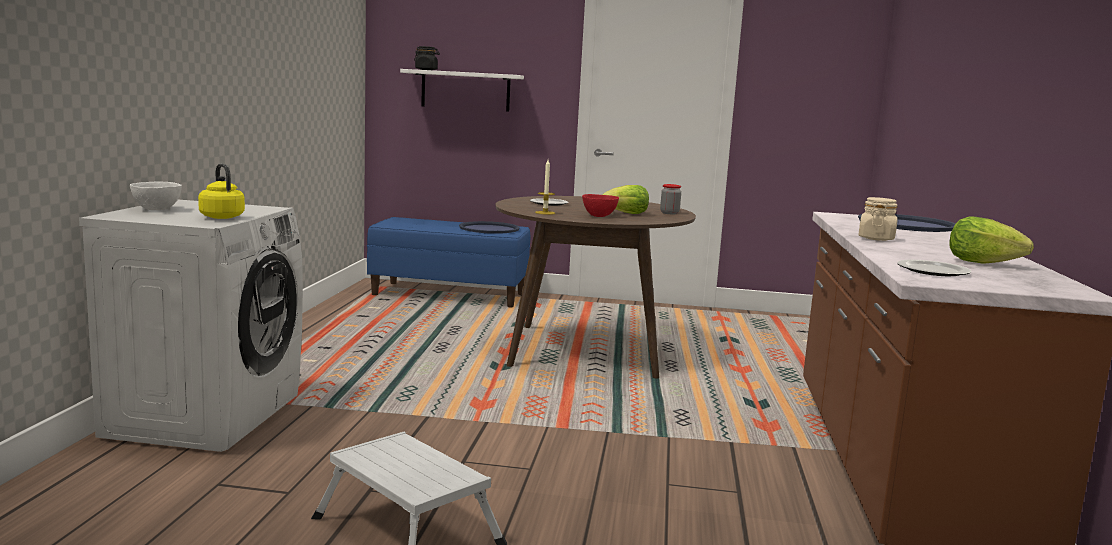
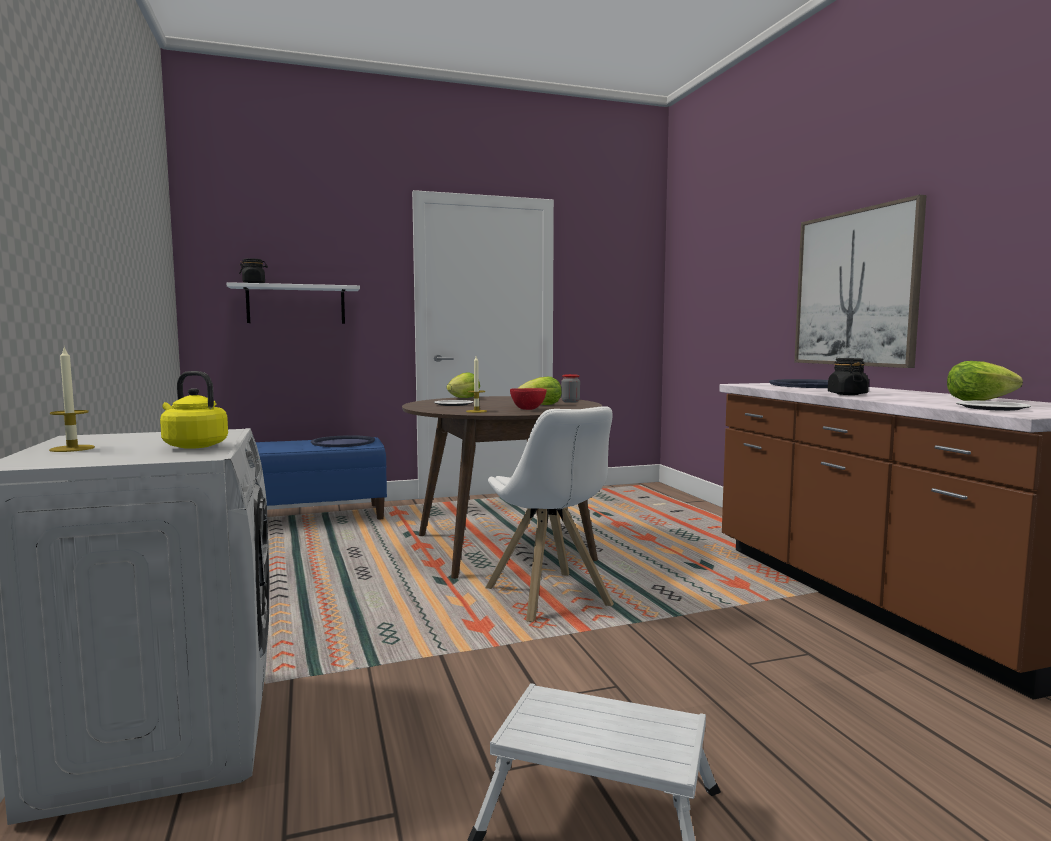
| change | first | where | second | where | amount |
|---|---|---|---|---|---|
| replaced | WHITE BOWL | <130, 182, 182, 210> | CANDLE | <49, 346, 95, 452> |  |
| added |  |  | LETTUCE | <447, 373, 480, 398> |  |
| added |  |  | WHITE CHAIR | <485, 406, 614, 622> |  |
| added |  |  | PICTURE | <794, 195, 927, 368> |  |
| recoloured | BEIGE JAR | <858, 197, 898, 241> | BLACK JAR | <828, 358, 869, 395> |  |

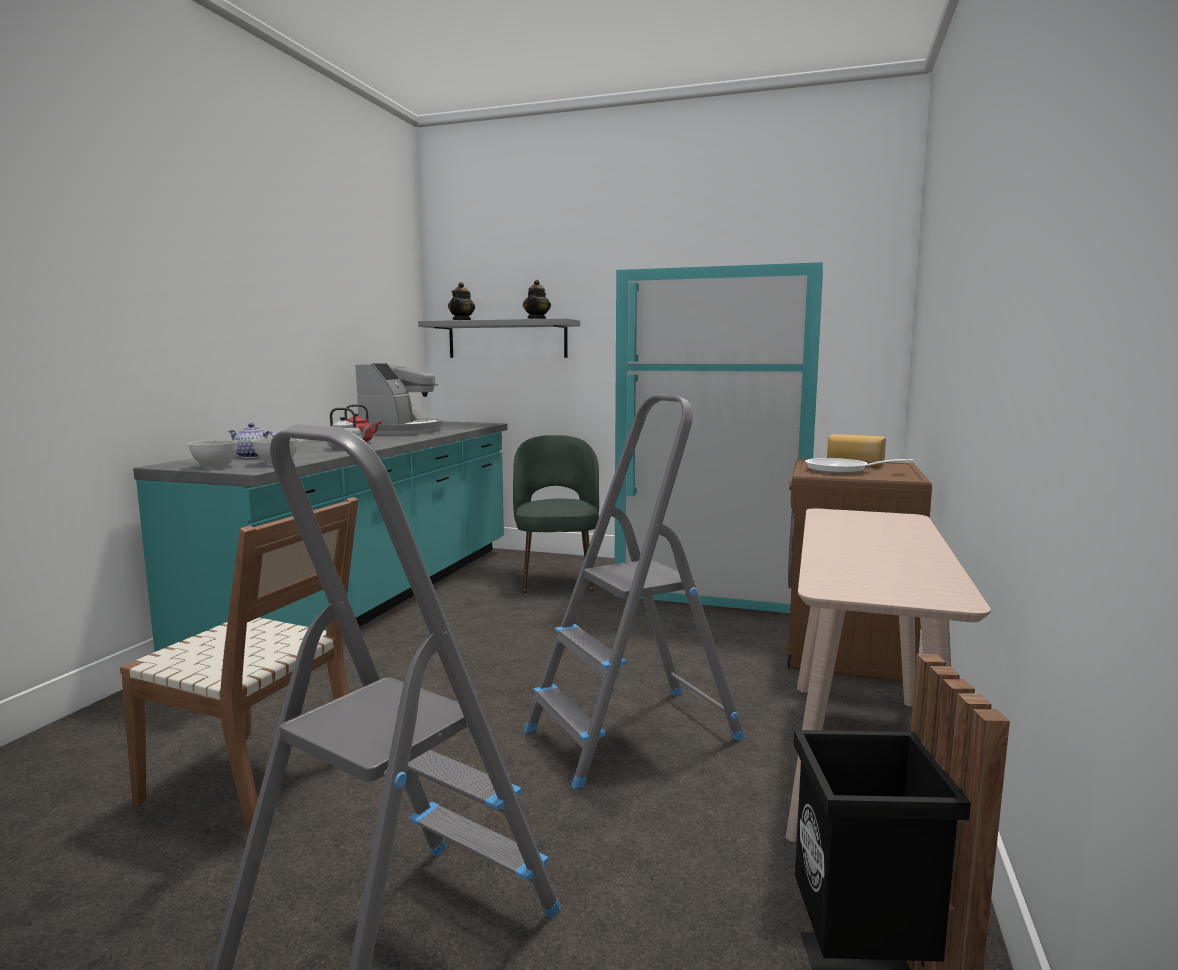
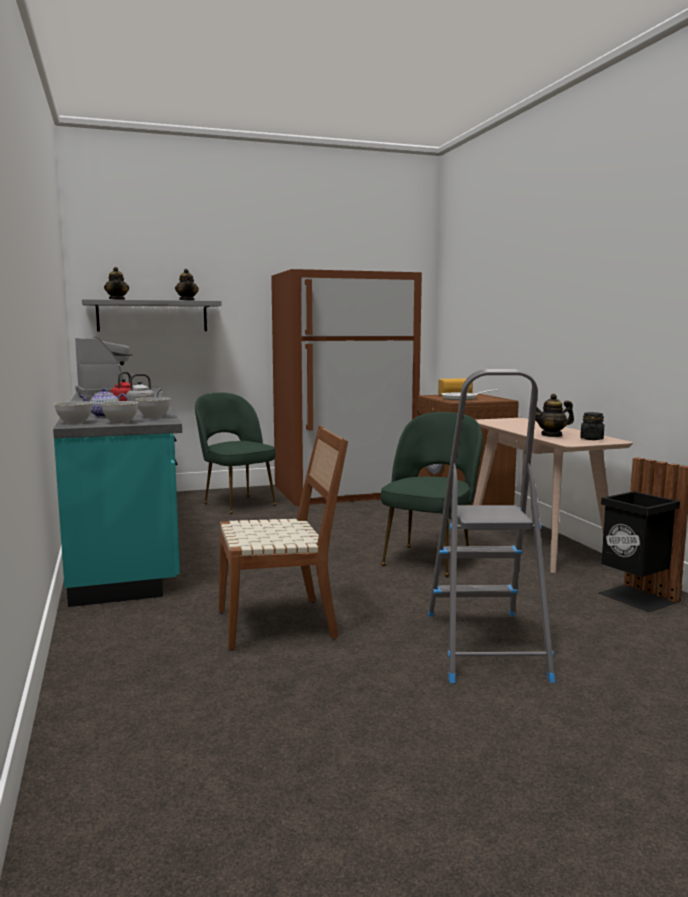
| change | first | where | second | where | amount |
|---|---|---|---|---|---|
| added |  |  | GREY BOWL | <54, 401, 93, 424> |  |
| recoloured | TURQUOISE FRIDGE | <614, 262, 823, 613> | BROWN FRIDGE | <271, 269, 422, 506> |  |
| replaced | GREY STEP LADDER | <524, 394, 745, 789> | GREEN CHAIR | <381, 412, 483, 577> |  |
| added |  |  | TEAPOT | <535, 394, 574, 437> |  |
| added |  |  | BLACK JAR | <580, 412, 604, 440> |  |

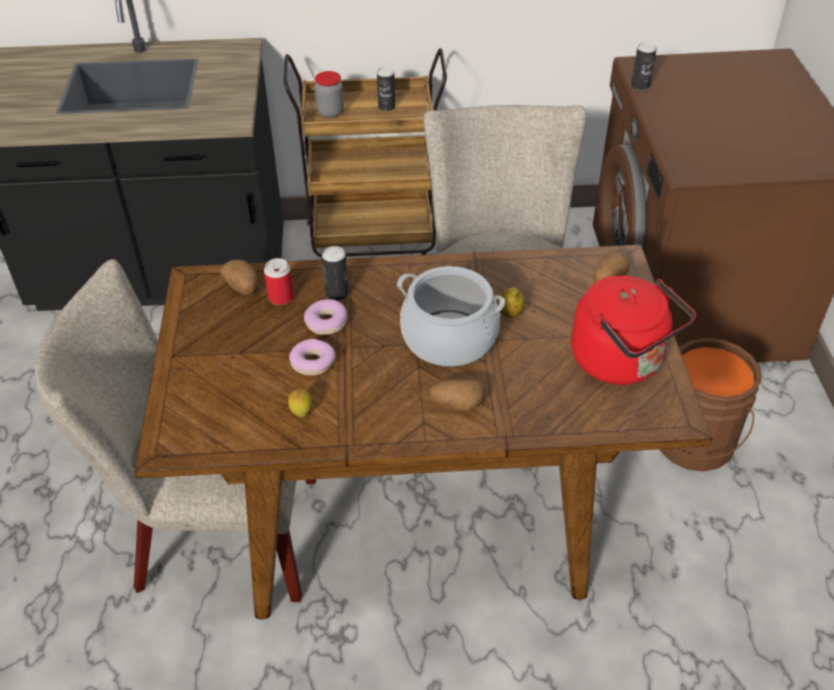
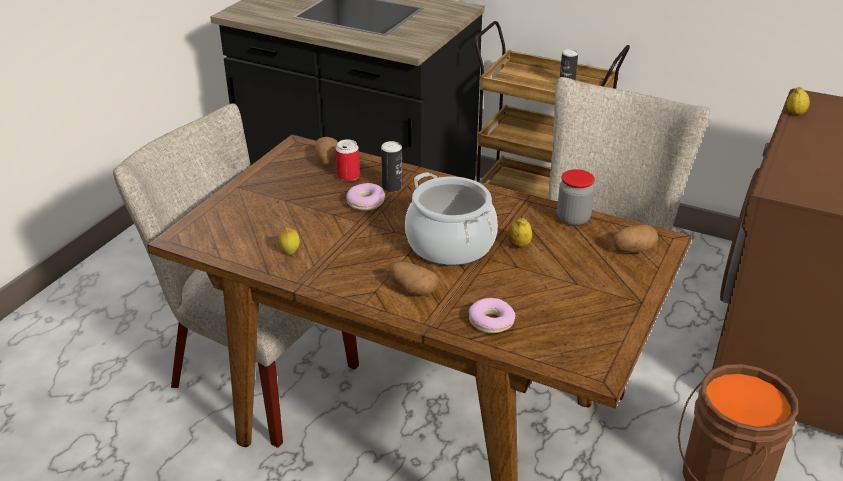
| change | first | where | second | where | amount |
|---|---|---|---|---|---|
| moved | DONUT | <289, 339, 335, 376> |  | <469, 298, 515, 334> |  |
| moved | JAR | <314, 71, 344, 118> |  | <557, 169, 595, 226> |  |
| replaced | CAN | <631, 42, 657, 90> | LEMON | <787, 87, 810, 116> |  |
| removed | RED KETTLE | <571, 276, 696, 385> |  |  |  |

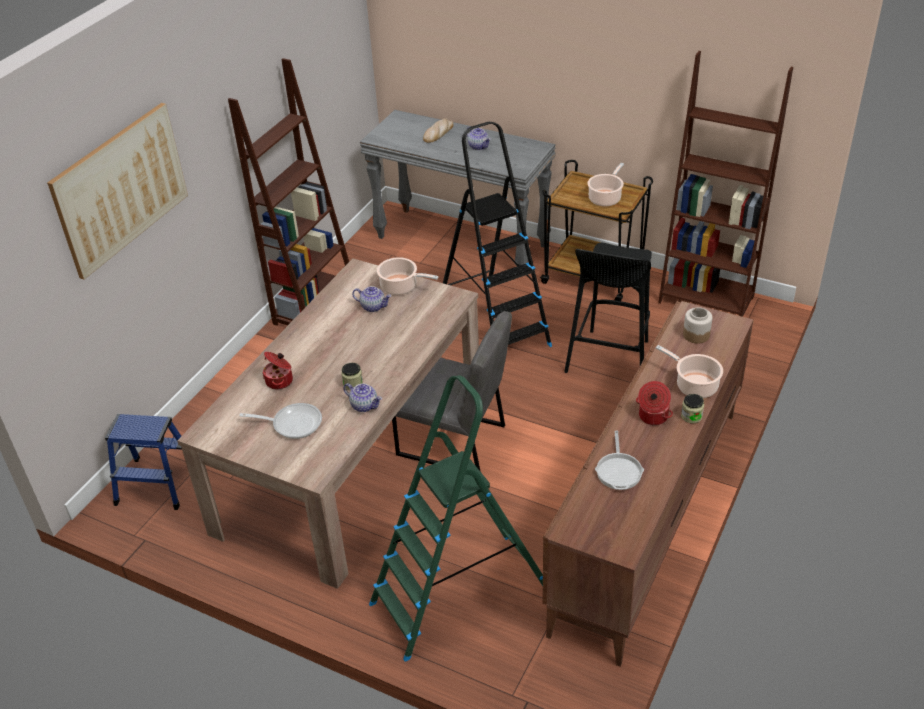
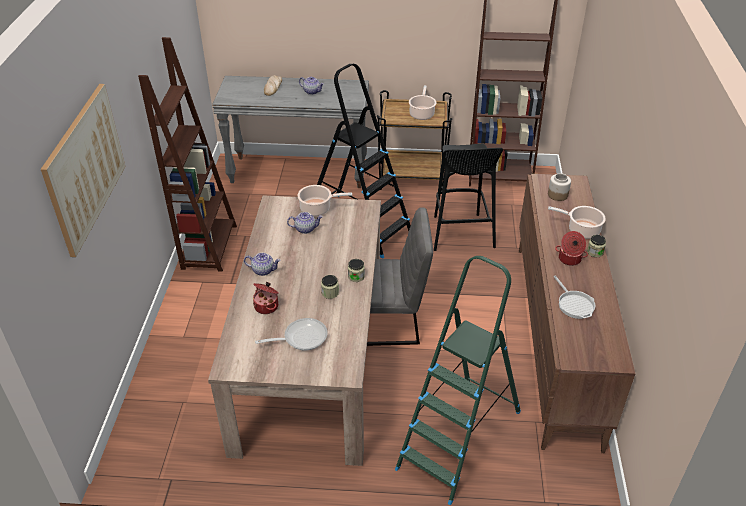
| change | first | where | second | where | amount |
|---|---|---|---|---|---|
| moved | TEAPOT | <343, 383, 382, 412> |  | <244, 253, 281, 276> |  |
| added |  |  | JAR | <348, 259, 365, 282> |  |
| removed | BLUE STEP LADDER | <105, 414, 182, 510> |  |  |  |

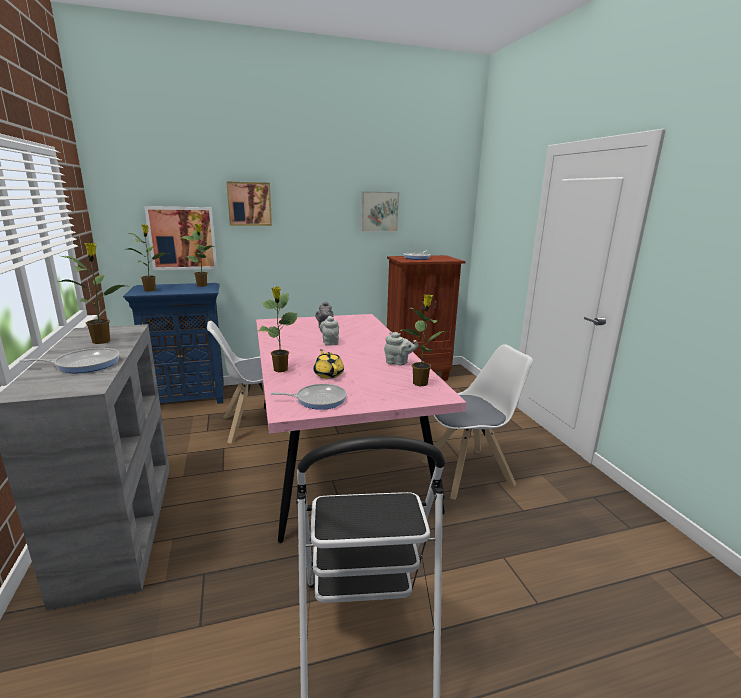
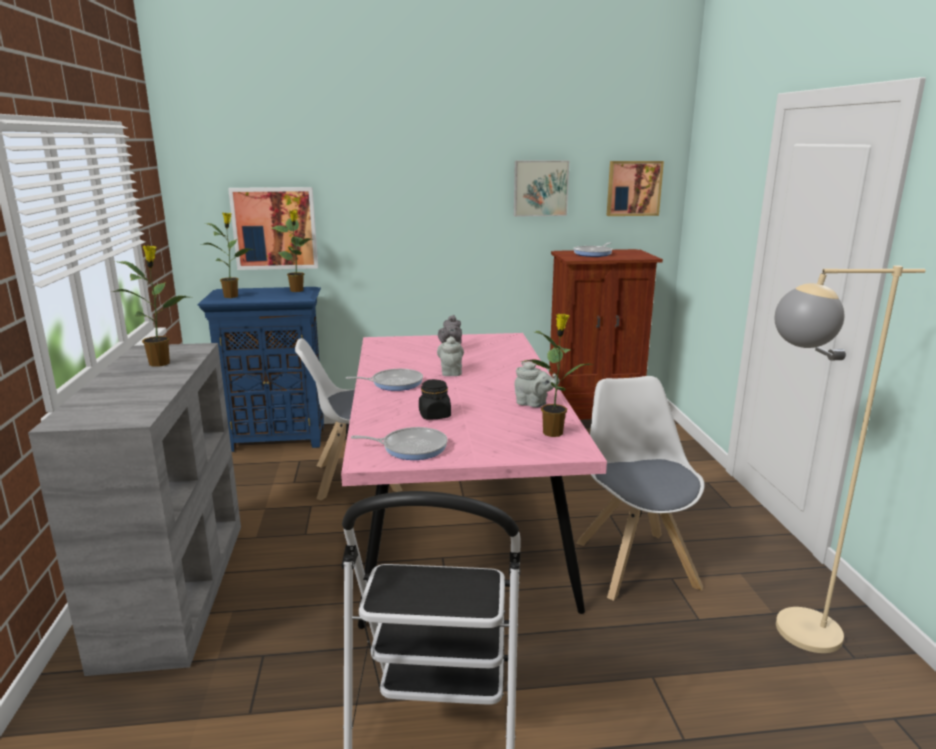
| change | first | where | second | where | amount |
|---|---|---|---|---|---|
| moved | FRYING PAN | <20, 348, 120, 373> |  | <346, 369, 423, 391> |  |
| replaced | YELLOW TEAPOT | <313, 349, 344, 379> | BLACK JAR | <419, 379, 451, 419> |  |
| turned | CHAIR | <421, 344, 533, 500> |  | <576, 376, 705, 601> | 90 degrees counterclockwise |
| moved | PICTURE | <226, 181, 272, 226> |  | <607, 161, 664, 216> |  |
| added |  |  | BEIGE FLOOR LAMP | <775, 265, 926, 653> |  |
| removed | POTTED PLANT | <258, 286, 298, 372> |  |  |  |

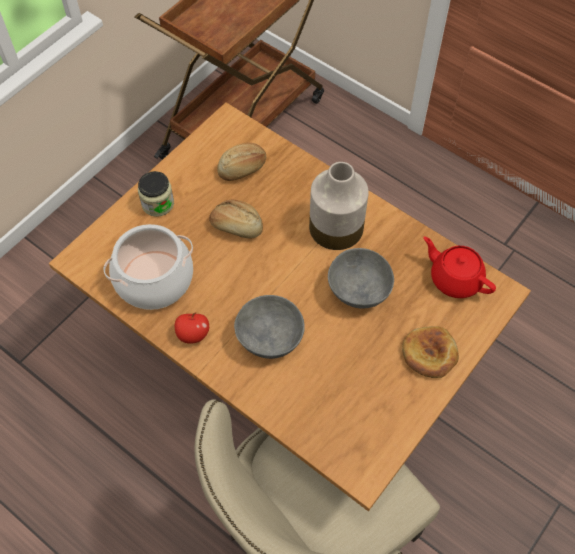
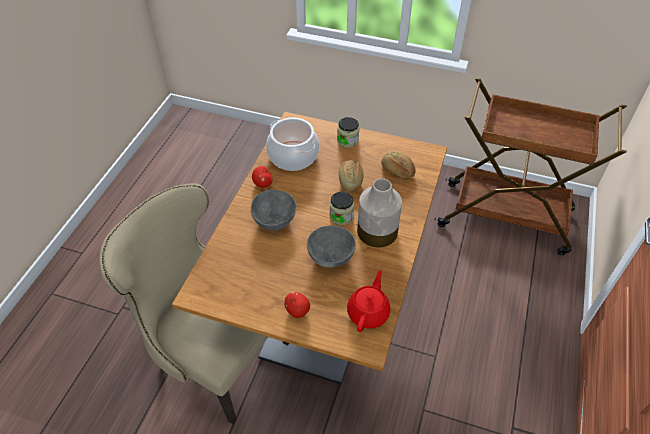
| change | first | where | second | where | amount |
|---|---|---|---|---|---|
| replaced | BREAD | <402, 326, 459, 378> | APPLE | <284, 292, 310, 318> |  |
| added |  |  | JAR | <329, 192, 354, 225> |  |

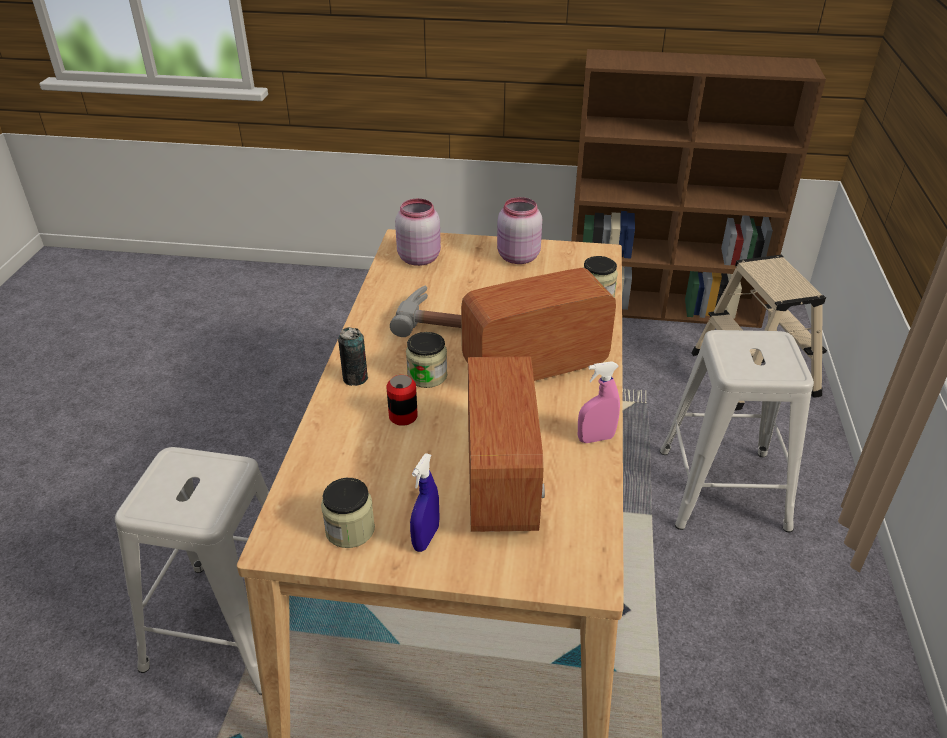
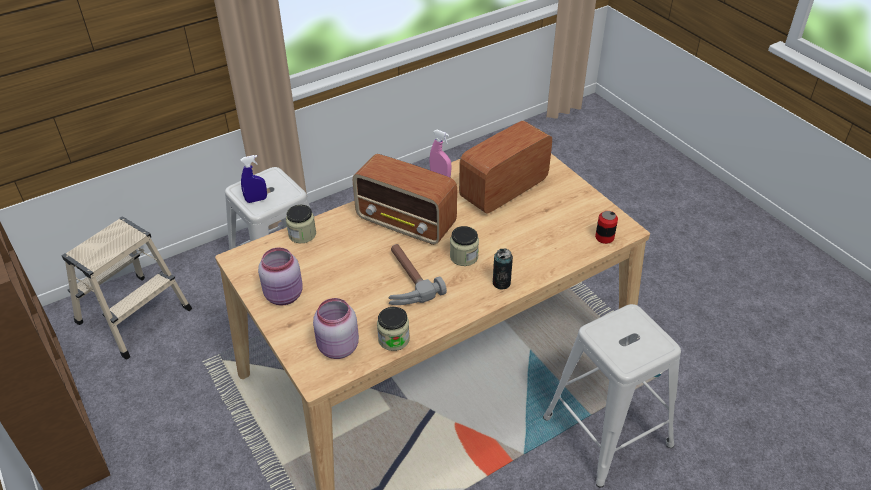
| change | first | where | second | where | amount |
|---|---|---|---|---|---|
| moved | BLUE SPRAY BOTTLE | <410, 453, 440, 552> |  | <241, 155, 267, 203> |  |
| moved | JAR | <321, 478, 375, 548> |  | <377, 307, 410, 351> |  |
| moved | CAN | <386, 375, 418, 426> |  | <595, 211, 618, 244> |  |

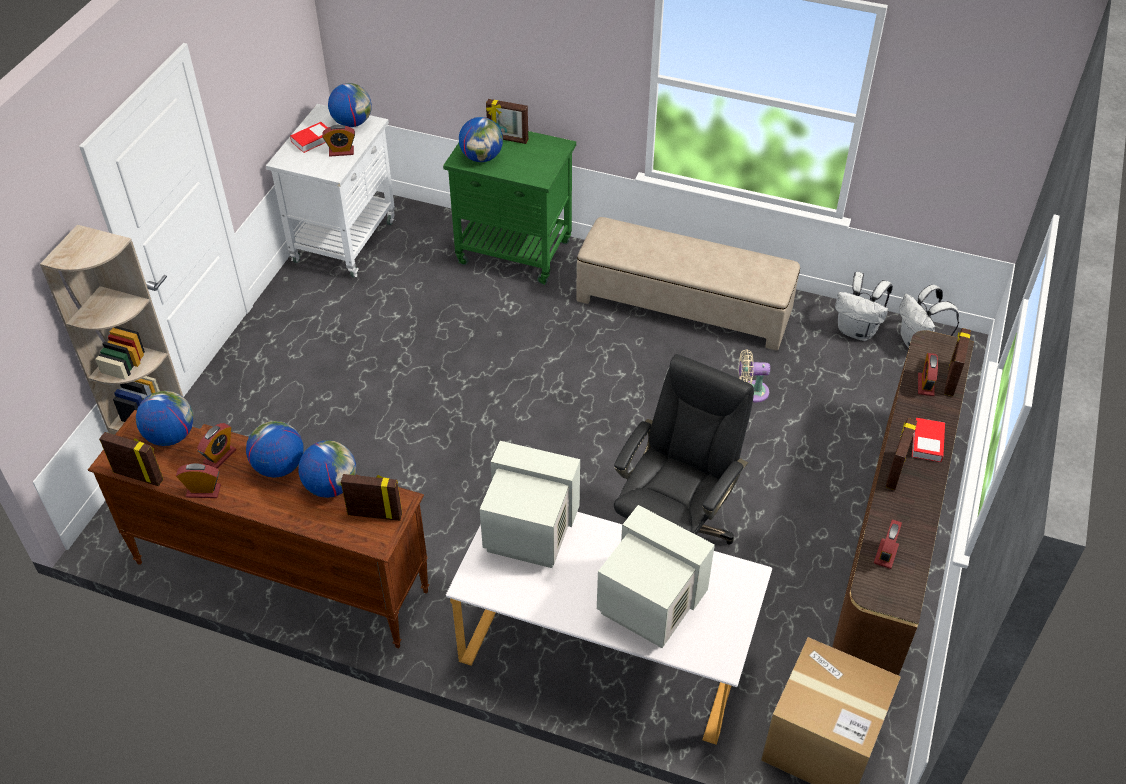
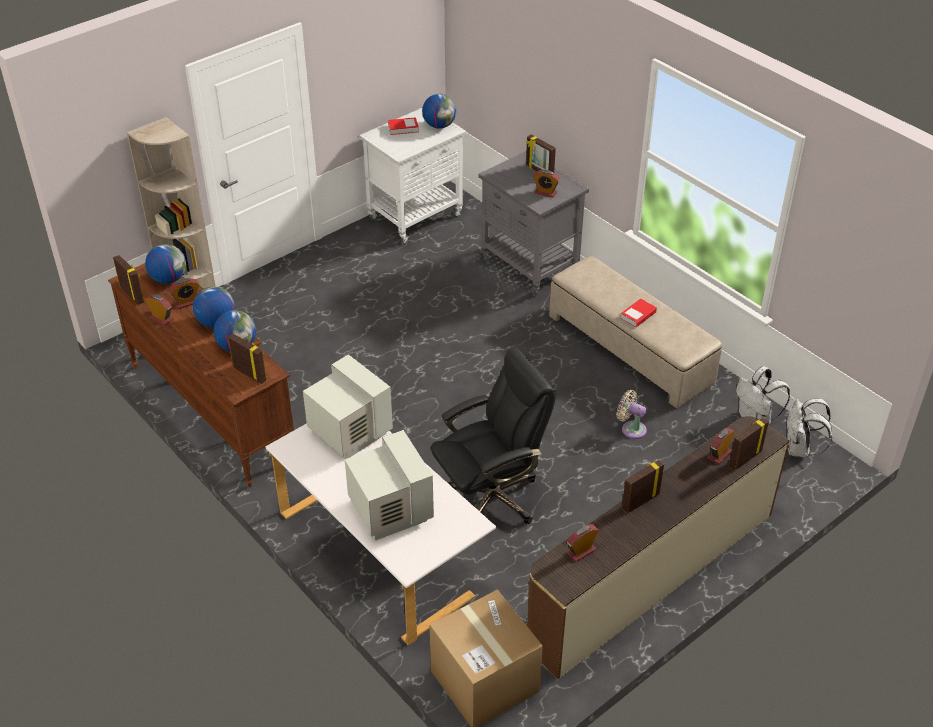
| change | first | where | second | where | amount |
|---|---|---|---|---|---|
| recoloured | GREEN CART | <443, 131, 576, 285> | GREY CART | <478, 151, 589, 296> |  |
| moved | ALARM CLOCK | <322, 124, 355, 156> |  | <533, 170, 560, 198> |  |
| moved | BOOK | <912, 418, 945, 462> |  | <620, 299, 657, 327> |  |
| removed | GLOBE | <459, 117, 503, 162> |  |  |  |

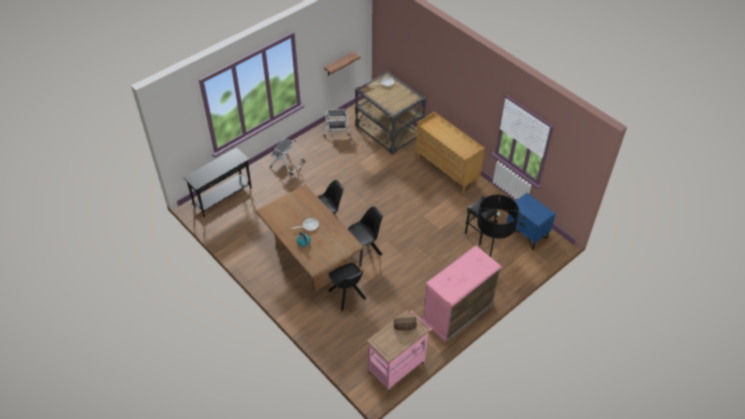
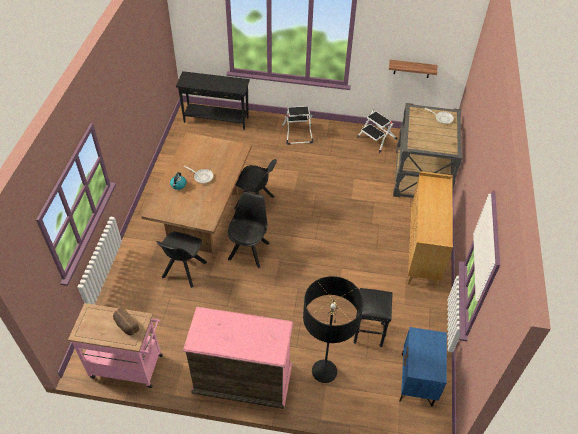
| change | first | where | second | where | amount |
|---|---|---|---|---|---|
| turned | BLACK CHAIR | <348, 206, 383, 267> |  | <228, 192, 269, 268> | 90 degrees counterclockwise |

